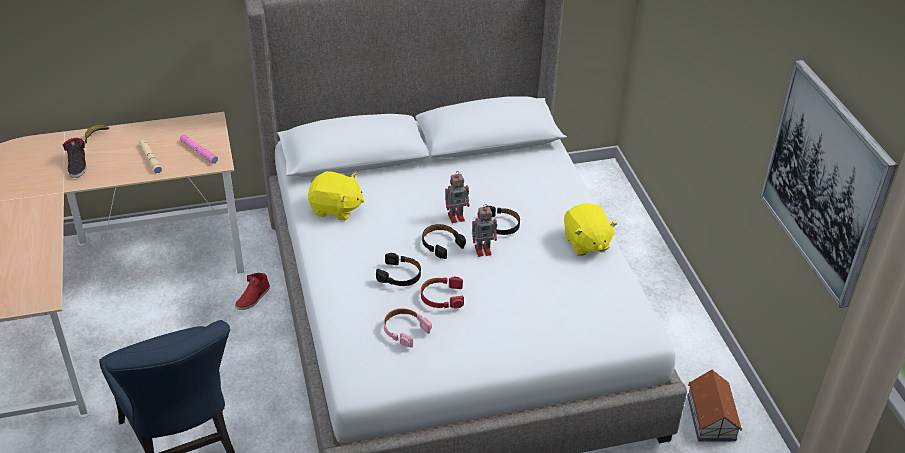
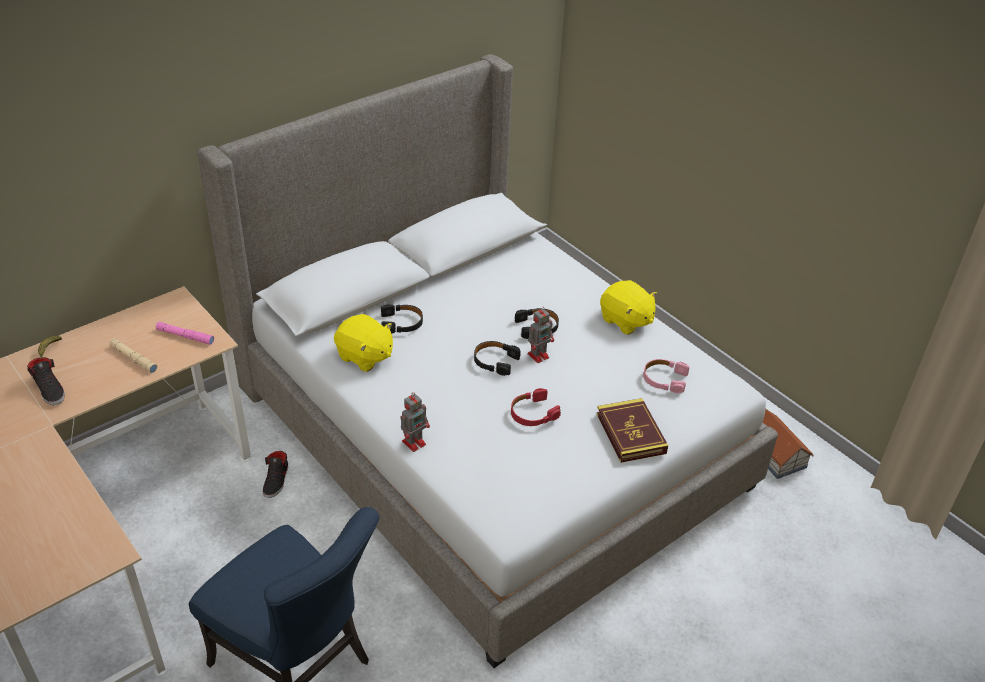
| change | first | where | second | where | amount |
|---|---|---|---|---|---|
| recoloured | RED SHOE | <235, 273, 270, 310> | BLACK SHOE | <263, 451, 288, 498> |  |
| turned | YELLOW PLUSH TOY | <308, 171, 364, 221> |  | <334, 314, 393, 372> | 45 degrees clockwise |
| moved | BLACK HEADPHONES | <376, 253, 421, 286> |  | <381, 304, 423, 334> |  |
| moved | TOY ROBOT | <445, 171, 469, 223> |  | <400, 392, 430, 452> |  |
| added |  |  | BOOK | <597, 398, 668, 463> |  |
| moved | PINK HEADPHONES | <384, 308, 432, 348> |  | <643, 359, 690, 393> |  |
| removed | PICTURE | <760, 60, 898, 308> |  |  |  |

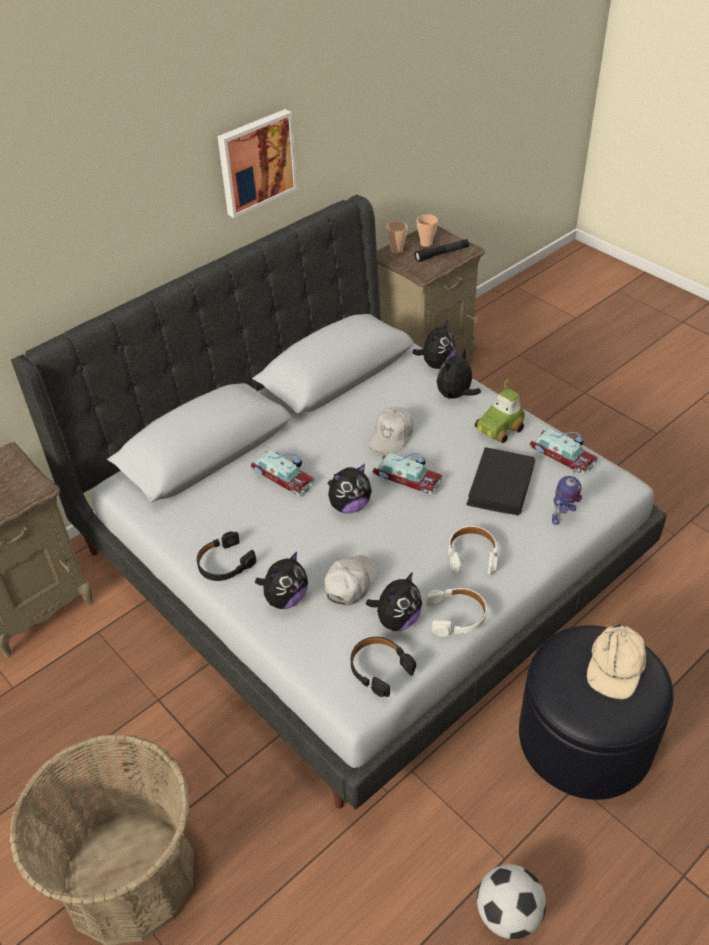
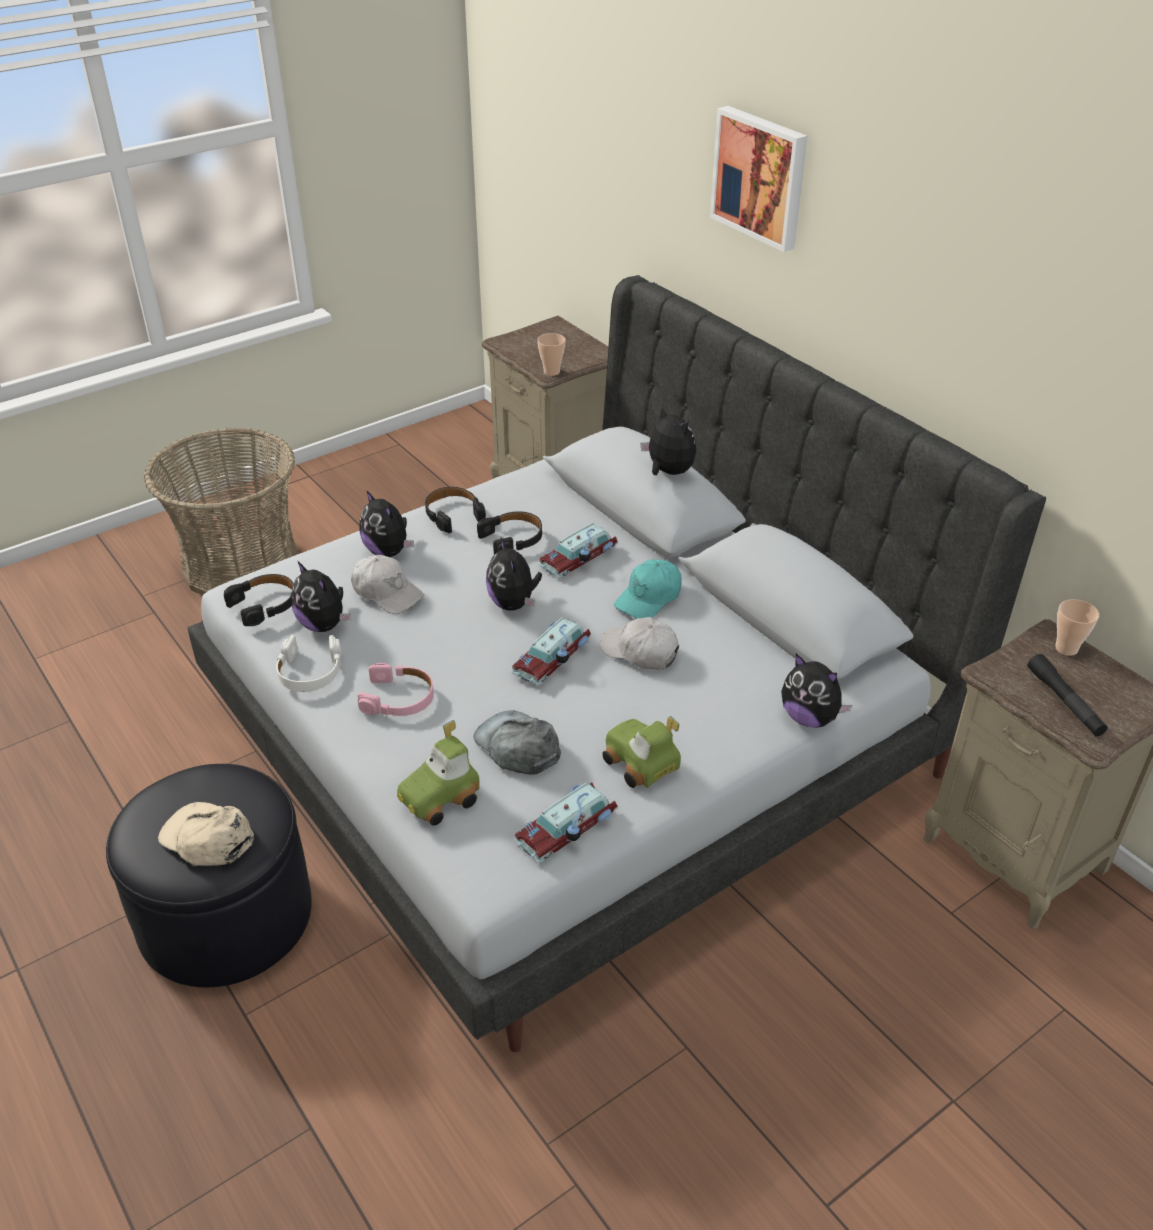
| change | first | where | second | where | amount |
|---|---|---|---|---|---|
| recoloured | WHITE HEADPHONES | <448, 526, 498, 575> | PINK HEADPHONES | <358, 663, 434, 716> |  |
| replaced | TOY ROBOT | <552, 463, 584, 525> | TOY CAR | <397, 720, 480, 826> |  |
| replaced | BLACK BOOK | <466, 447, 535, 516> | GREY CAP | <474, 710, 561, 774> |  |
| added |  |  | BLACK HEADPHONES | <477, 511, 542, 555> |  |
| moved | CUP | <417, 214, 438, 247> |  | <537, 333, 566, 376> |  |
| added |  |  | TURQUOISE CAP | <614, 559, 682, 619> |  |
| moved | PLUSH TOY | <437, 348, 481, 400> |  | <641, 406, 696, 475> |  |
| moved | PICTURE | <217, 109, 297, 218> |  | <710, 106, 807, 252> |  |
| removed | FOOTBALL | <477, 864, 546, 939> |  |  |  |

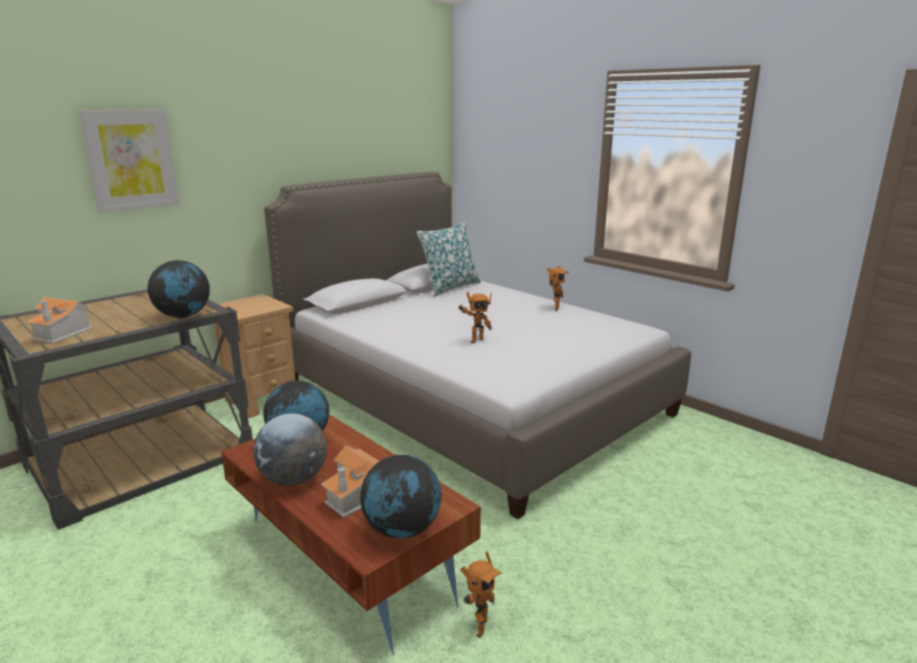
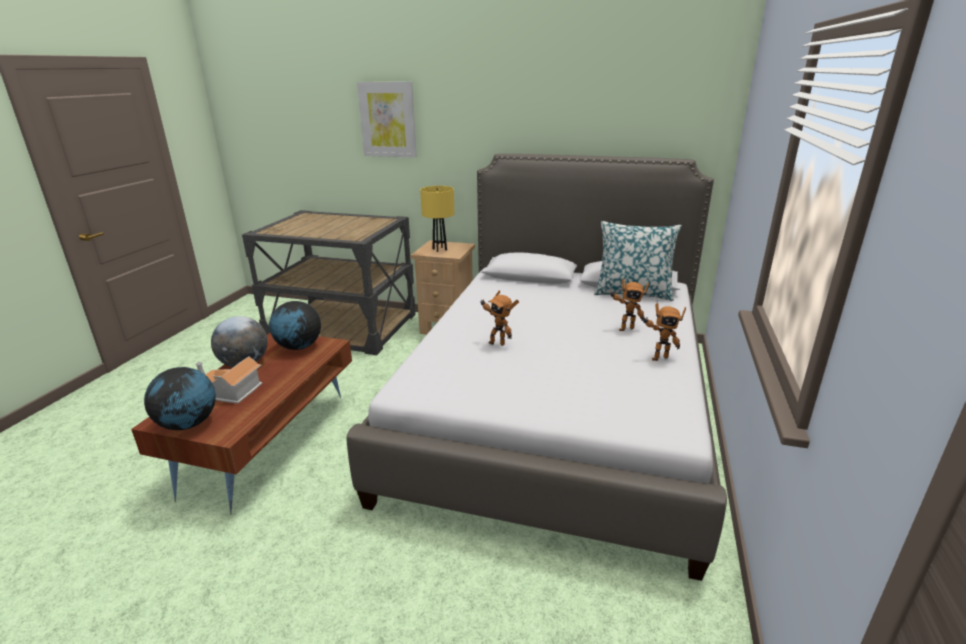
| change | first | where | second | where | amount |
|---|---|---|---|---|---|
| added |  |  | YELLOW TABLE LAMP | <420, 186, 454, 252> |  |
| moved | TOY ROBOT | <460, 551, 502, 638> |  | <609, 279, 649, 331> |  |
| removed | TOY HOUSE | <26, 297, 93, 343> |  |  |  |
| removed | GLOBE | <147, 260, 210, 318> |  |  |  |

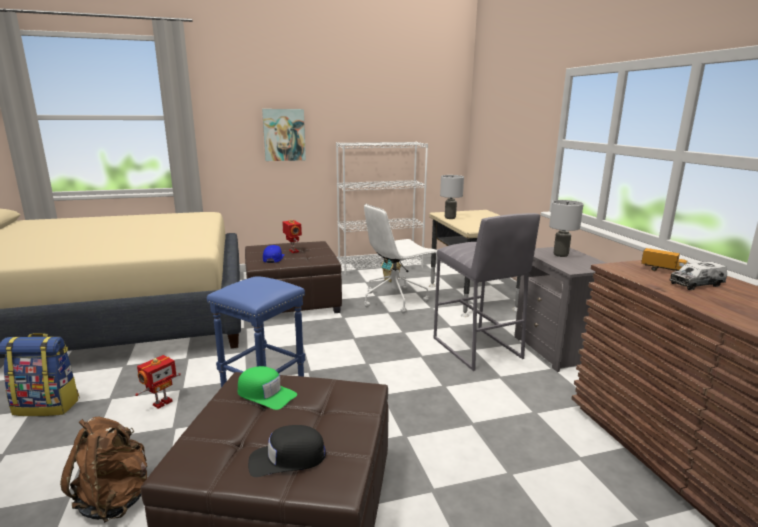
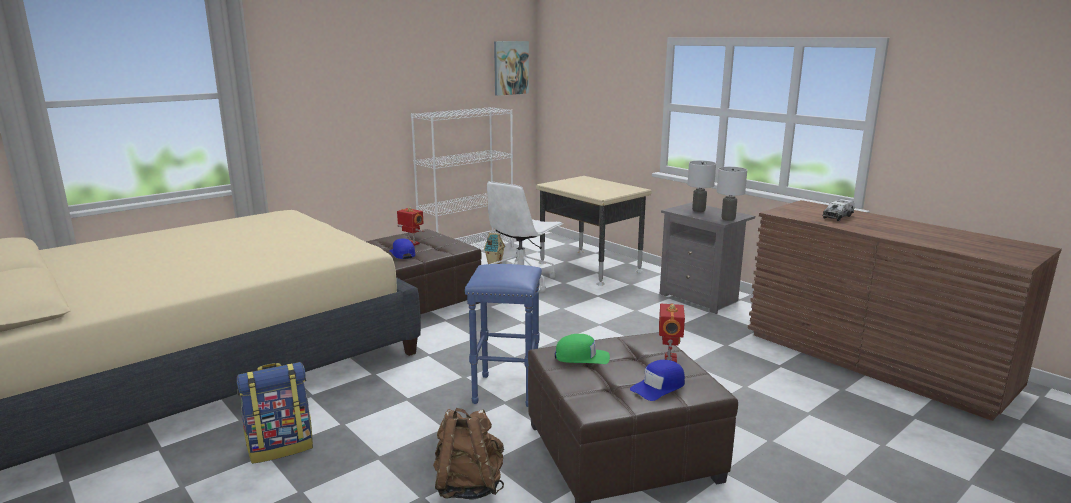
| change | first | where | second | where | amount |
|---|---|---|---|---|---|
| moved | PICTURE | <262, 109, 306, 161> |  | <494, 41, 529, 96> |  |
| recoloured | BLACK CAP | <248, 425, 326, 477> | BLUE CAP | <630, 360, 685, 401> |  |
| moved | TOY ROBOT | <135, 355, 181, 409> |  | <659, 303, 685, 363> |  |
| moved | WHITE TABLE LAMP | <440, 175, 464, 219> |  | <717, 167, 747, 221> |  |
| removed | GREY STOOL | <434, 213, 540, 371> |  |  |  |
| removed | TOY TRUCK | <641, 248, 689, 271> |  |  |  |

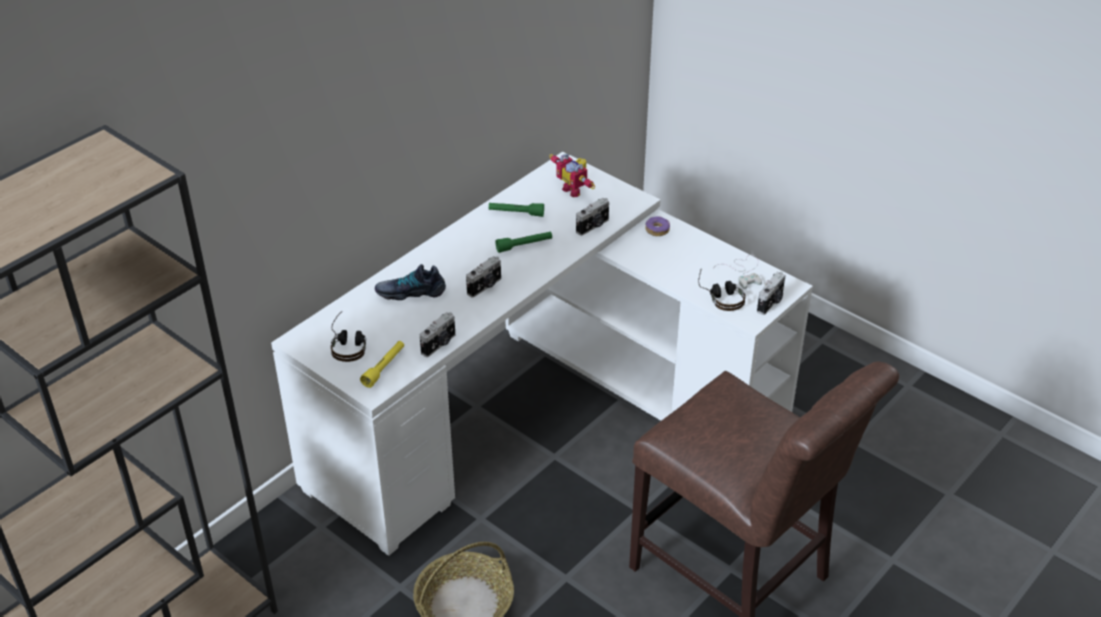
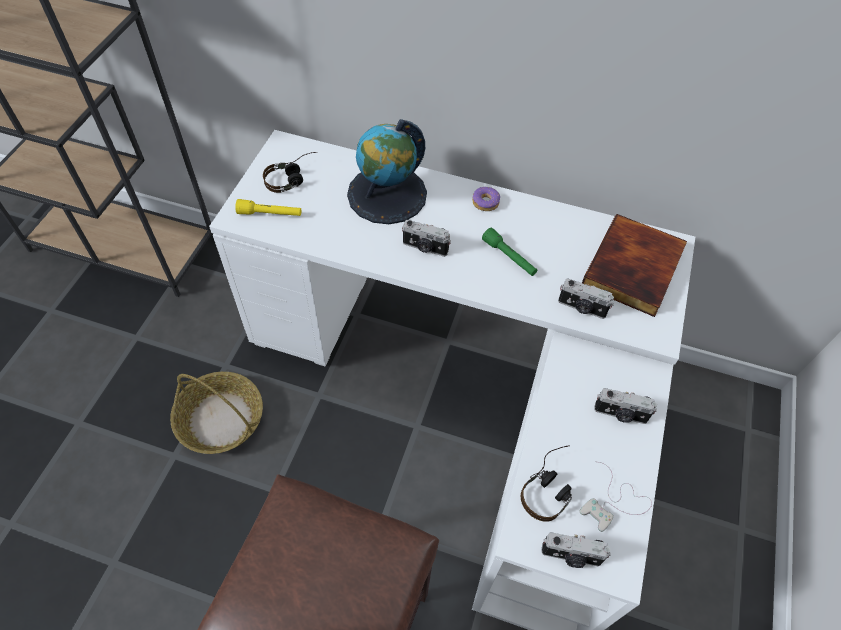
| change | first | where | second | where | amount |
|---|---|---|---|---|---|
| replaced | SHOE | <375, 264, 446, 300> | GLOBE | <347, 119, 427, 224> |  |
| moved | DONUT | <645, 216, 670, 236> |  | <472, 187, 500, 211> |  |
| replaced | TOY ROBOT | <549, 153, 595, 197> | BOOK | <582, 214, 687, 317> |  |
| moved | PHOTO CAMERA | <420, 312, 455, 357> |  | <594, 388, 657, 424> |  |
| removed | GREEN FLASHLIGHT | <489, 203, 544, 217> |  |  |  |

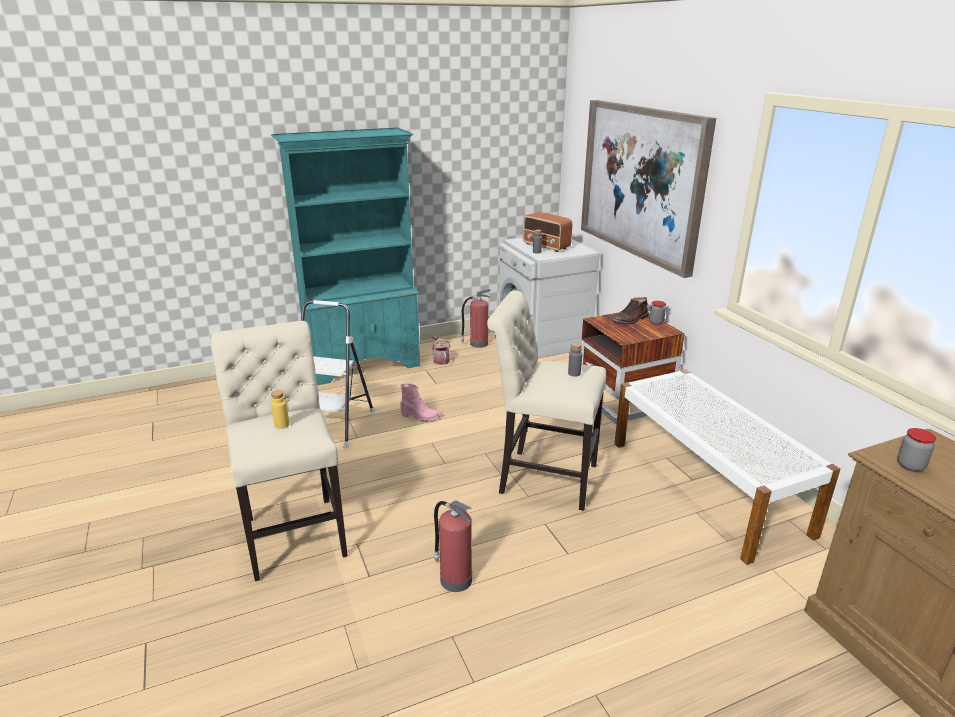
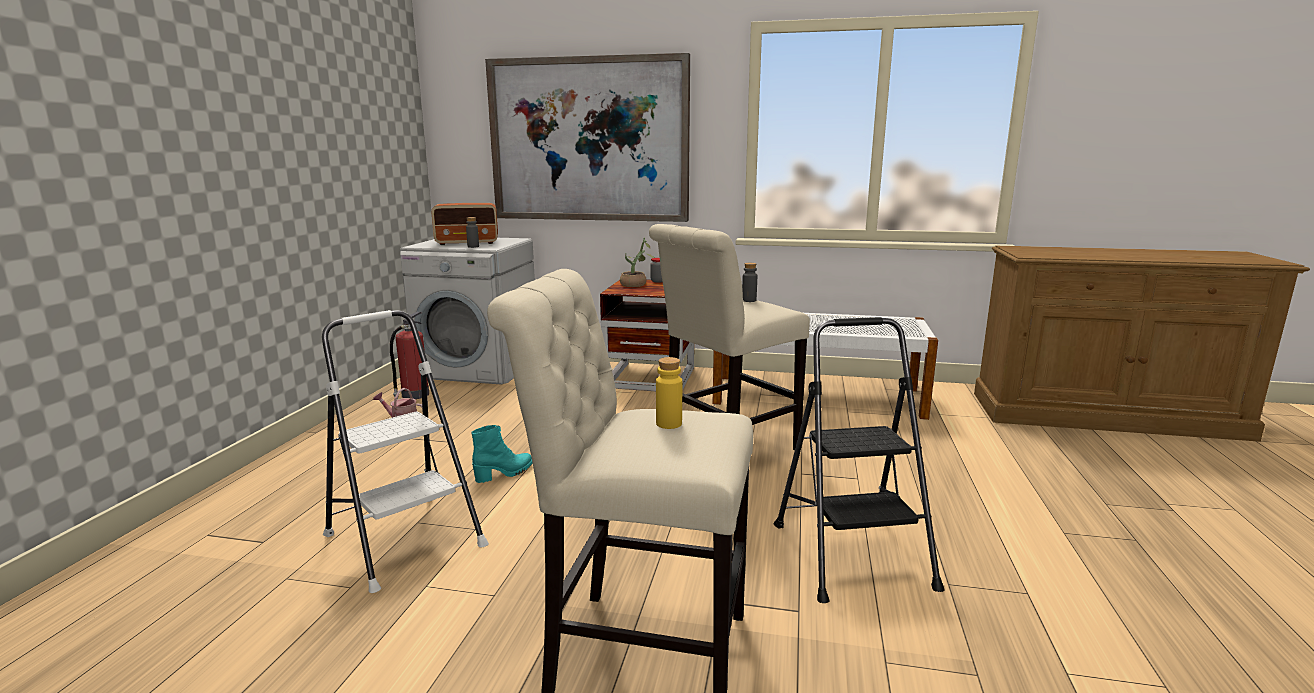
| change | first | where | second | where | amount |
|---|---|---|---|---|---|
| recoloured | PINK BOOT | <400, 383, 440, 422> | TURQUOISE BOOT | <471, 425, 533, 483> |  |
| replaced | BROWN BOOT | <610, 297, 649, 325> | POTTED PLANT | <620, 238, 655, 287> |  |
| replaced | FIRE EXTINGUISHER | <433, 500, 472, 592> | BLACK STEP LADDER | <773, 317, 945, 603> |  |
| removed | TURQUOISE BOOKCASE | <271, 128, 420, 385> |  |  |  |
| removed | JAR | <897, 428, 936, 472> |  |  |  |

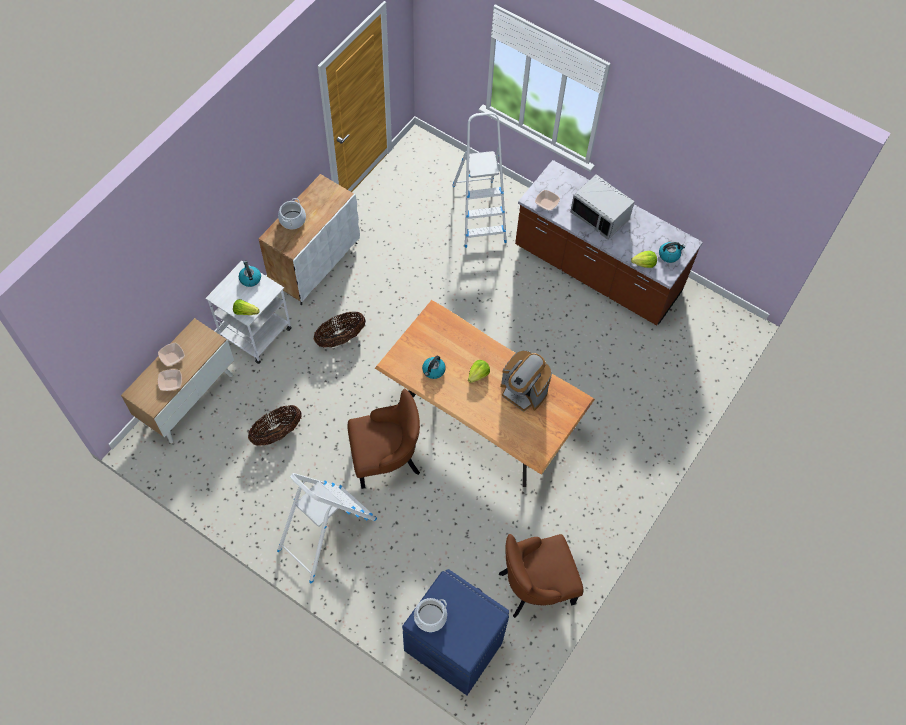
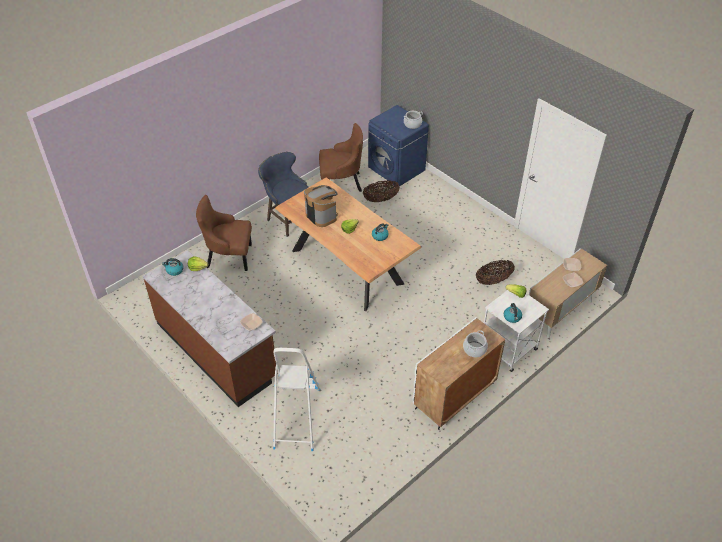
| change | first | where | second | where | amount |
|---|---|---|---|---|---|
| moved | BROWN CHAIR | <347, 388, 420, 489> |  | <196, 195, 252, 271> |  |
| added |  |  | BLUE STOOL | <258, 152, 309, 237> |  |
| moved | BASKET | <314, 312, 366, 348> |  | <363, 180, 400, 202> |  |
| removed | WHITE STEP LADDER | <277, 473, 377, 584> |  |  |  |
| removed | GREY MICROWAVE | <570, 174, 635, 240> |  |  |  |

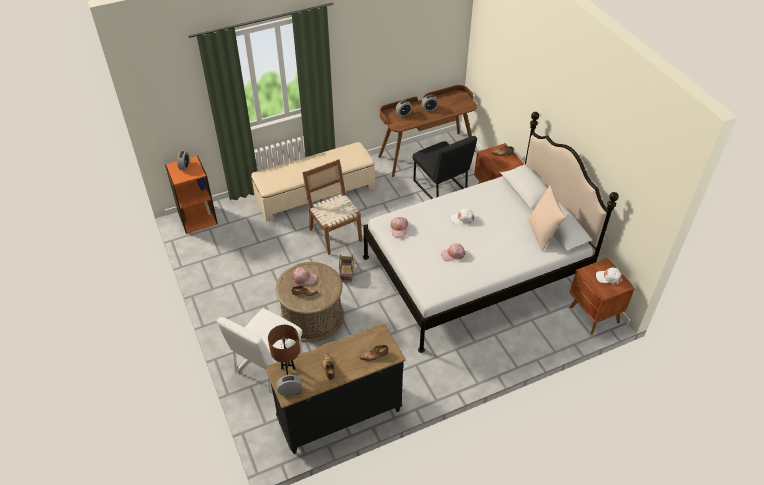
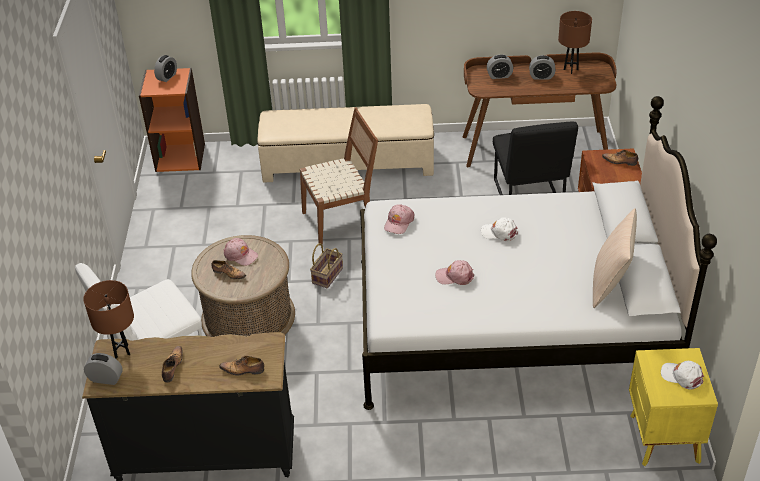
| change | first | where | second | where | amount |
|---|---|---|---|---|---|
| turned | CHAIR | <302, 159, 362, 255> |  | <300, 107, 378, 245> | 75 degrees clockwise |
| added |  |  | BROWN TABLE LAMP | <558, 11, 592, 74> |  |
| recoloured | BROWN NIGHTSTAND | <570, 258, 635, 334> | YELLOW NIGHTSTAND | <629, 348, 718, 466> |  |

